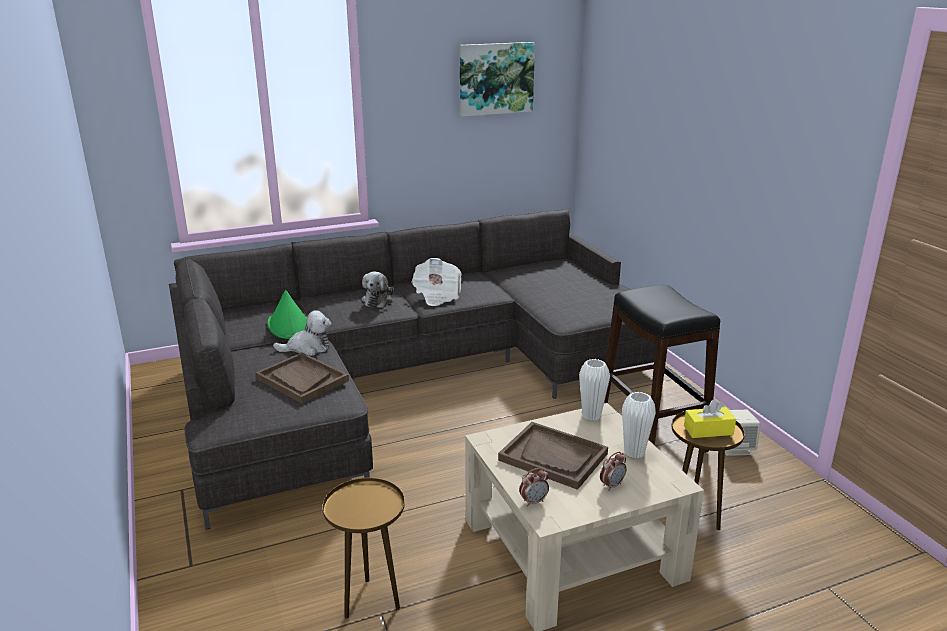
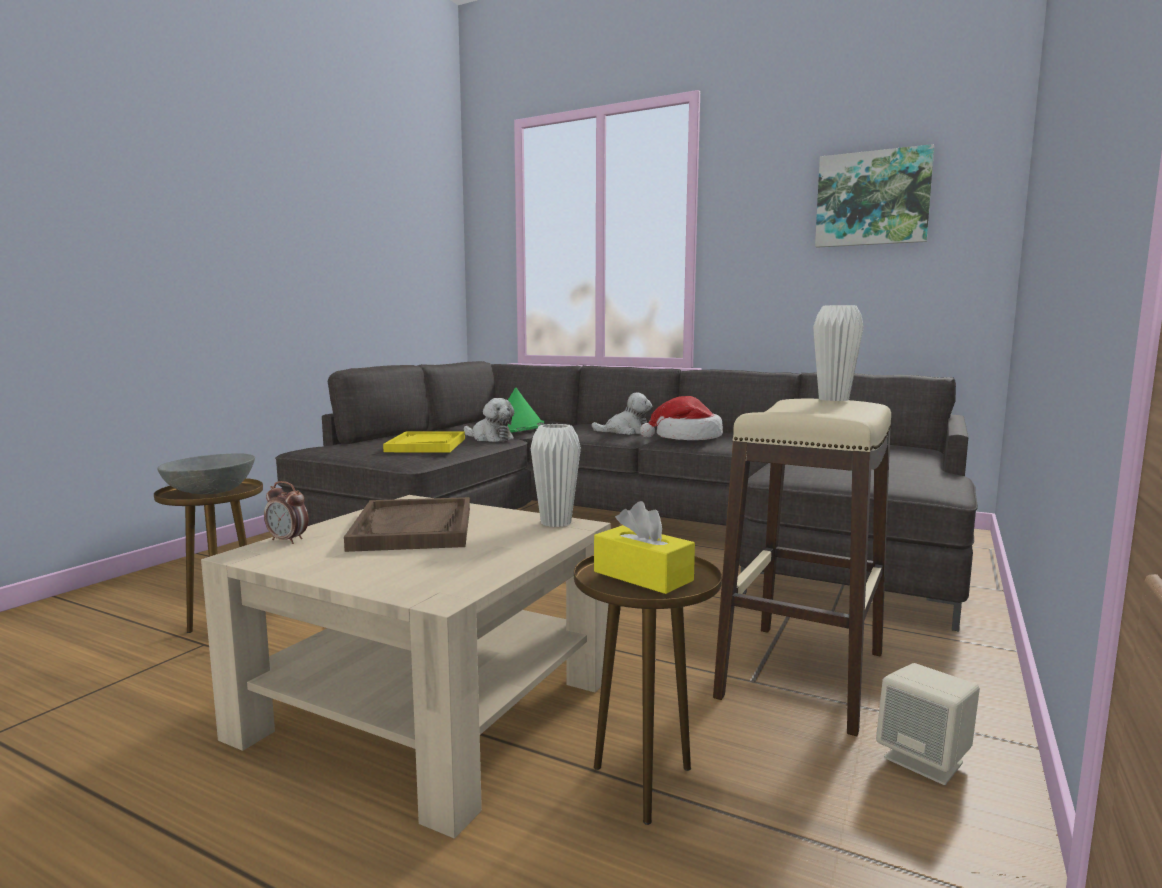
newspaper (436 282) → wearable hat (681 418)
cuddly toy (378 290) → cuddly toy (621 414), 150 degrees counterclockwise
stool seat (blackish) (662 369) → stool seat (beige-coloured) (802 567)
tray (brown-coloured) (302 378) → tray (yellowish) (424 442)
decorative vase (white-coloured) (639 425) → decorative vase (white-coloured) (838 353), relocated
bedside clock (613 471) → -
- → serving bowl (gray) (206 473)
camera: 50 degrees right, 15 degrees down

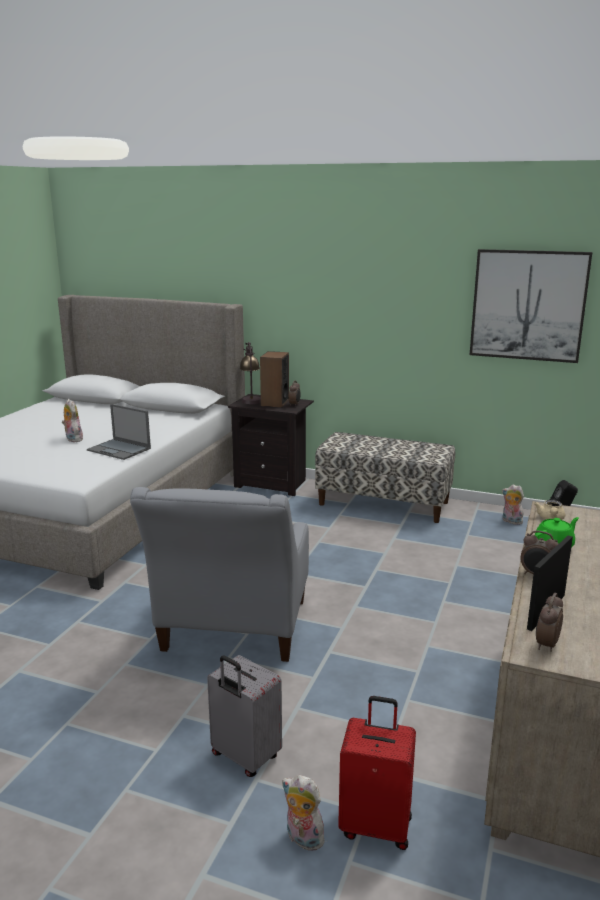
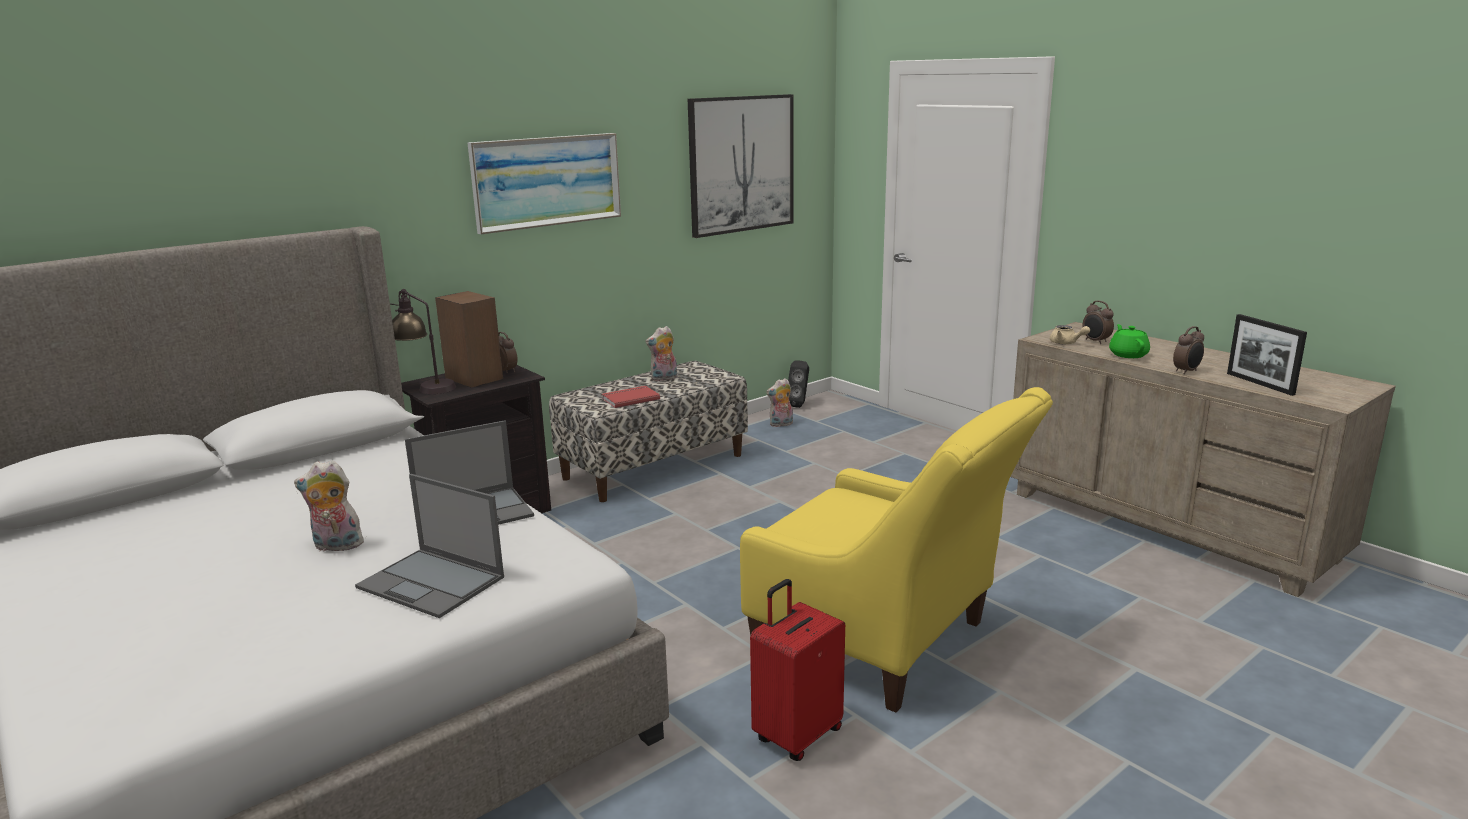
armchair (gray) (219 574) → armchair (yellowish) (896 550)
bedside clock (549 622) → bedside clock (1098 322), relocated
suitcase (gray) (244 716) → -
suitcase (red-coloured) (377 773) → suitcase (red-coloured) (797 670), relocated
cuddly toy (303 813) → cuddly toy (661 353), relocated
- → picture (544 184)
- → book (red-coloured) (631 397)
- → portable computer (429 546)
camera: 60 degrees left, 0 degrees up

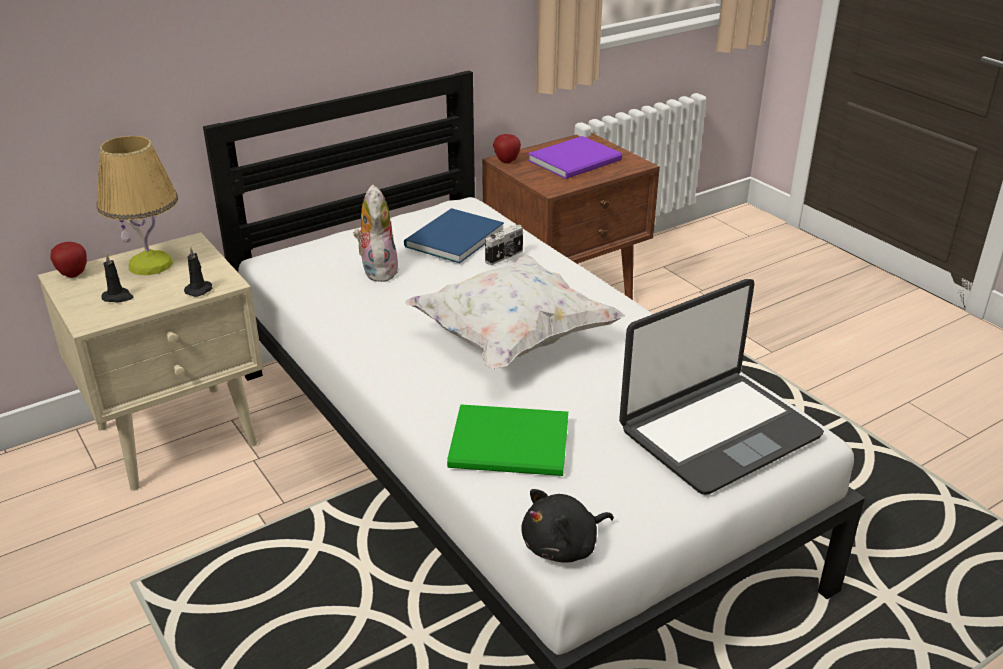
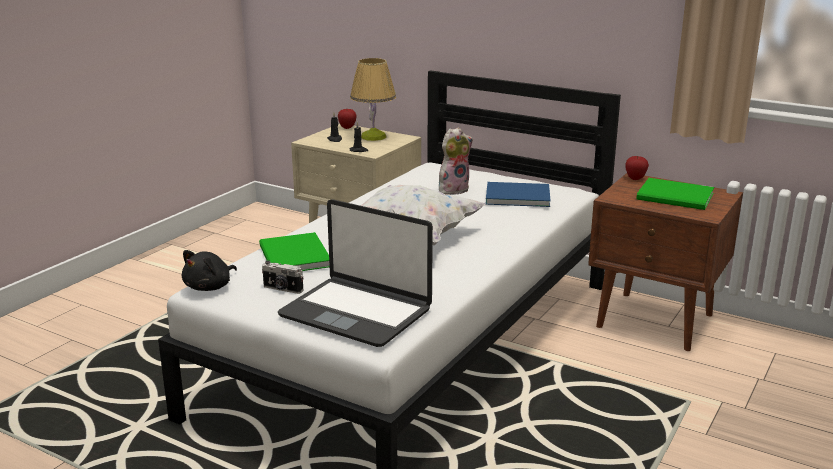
book (purplish) (575 157) → book (green) (675 194)
still camera (504 244) → still camera (282 277), relocated
cuddly toy (blackish) (567 526) → cuddly toy (blackish) (209 270), 90 degrees counterclockwise
camera: 65 degrees right, 10 degrees down

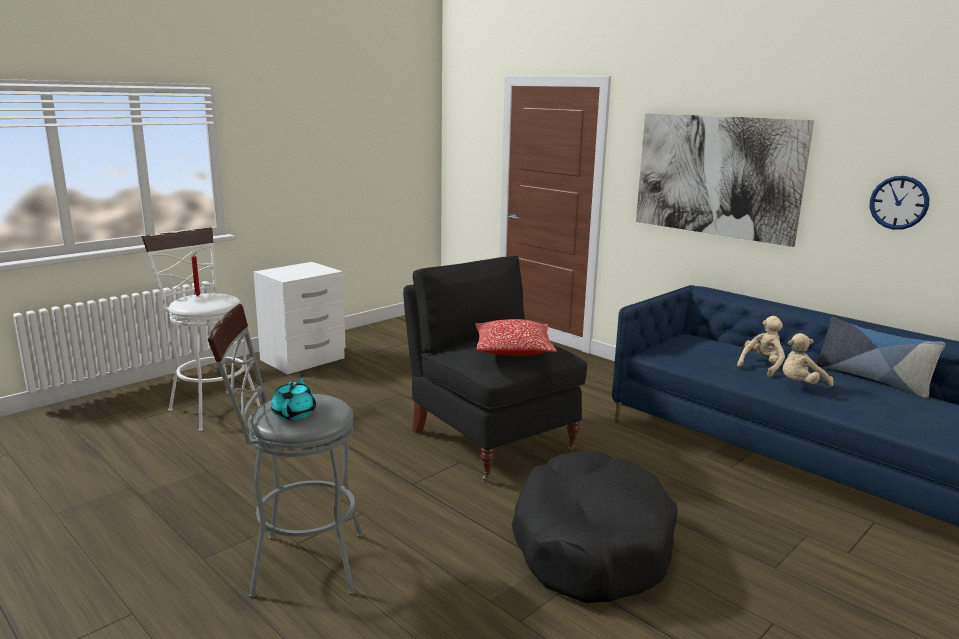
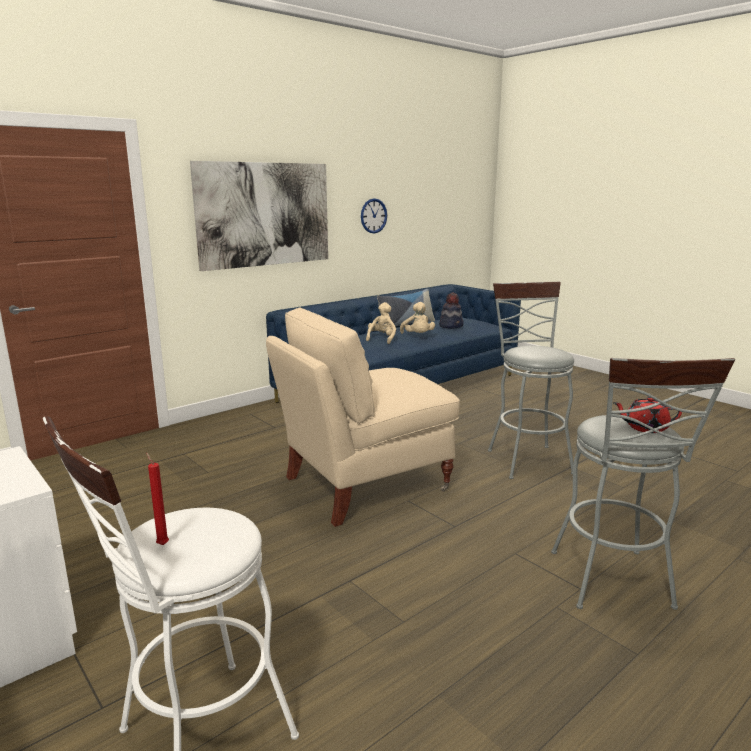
armchair (blackish) (495 368) → armchair (beige-coloured) (363 417)
cuddly toy (beige-coloured) (761 346) → cuddly toy (beige-coloured) (381 323), 60 degrees clockwise
throw pillow (516 337) → -
pot for tea (blue-green) (293 397) → pot for tea (red-coloured) (647 415)
dog bed (blackish) (594 526) → stool seat (gray) (531 380)
- → wearable hat (451 310)
camera: 85 degrees left, 0 degrees up

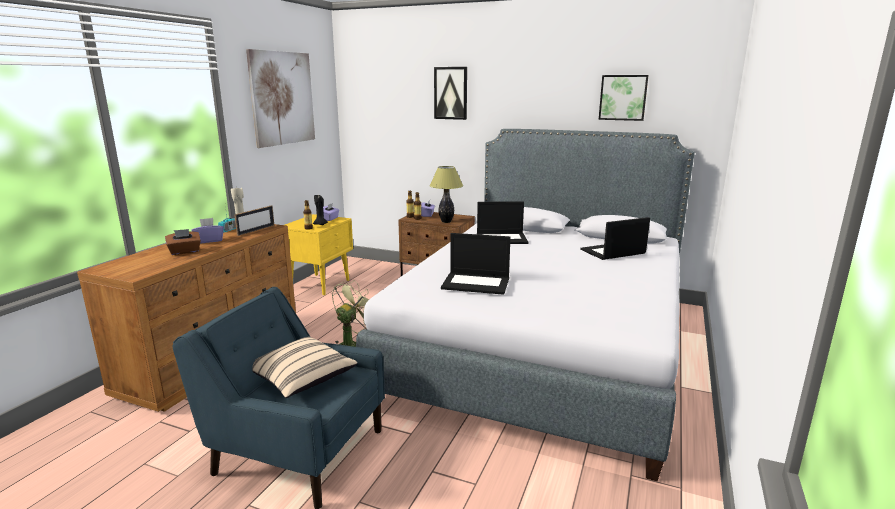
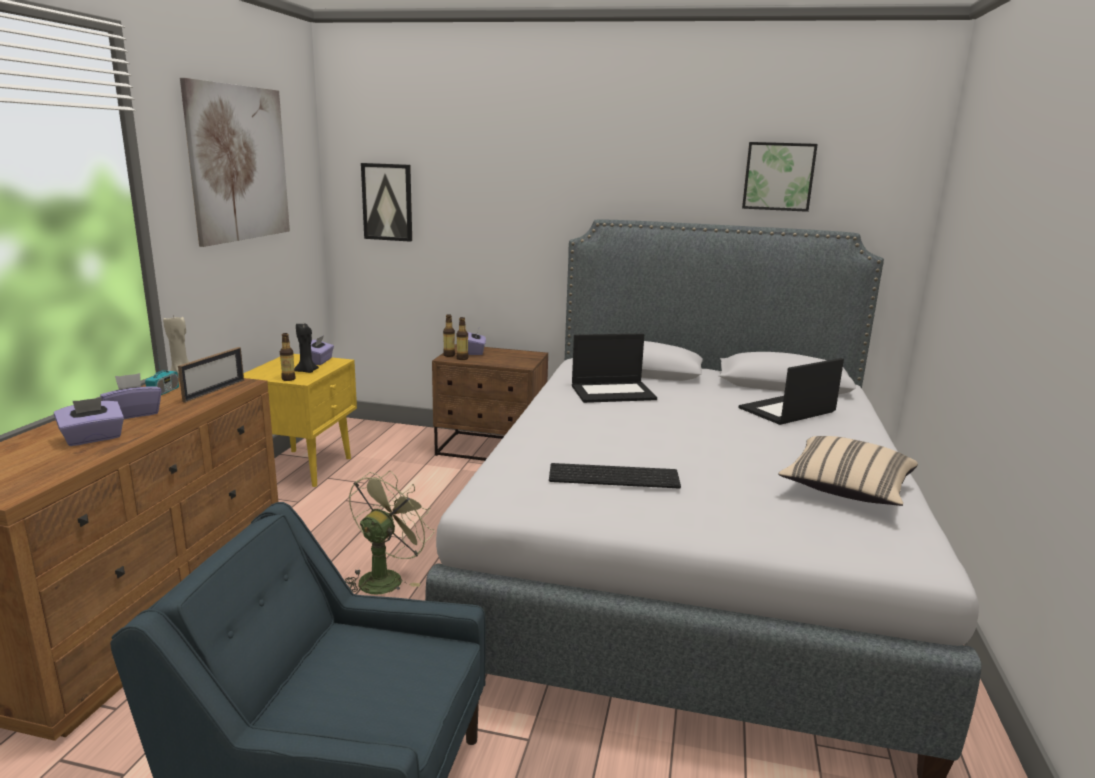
picture (450 93) → picture (386 202), relocated
tabletop lamp (446 194) → -
tissue holder (brown-coloured) (183 242) → tissue holder (purplish) (89 421)
portable computer (475 264) → PC keyboard (615 475)
throw pillow (beige-coloured) (305 367) → throw pillow (beige-coloured) (848 471), relocated
camera: 10 degrees left, 0 degrees up

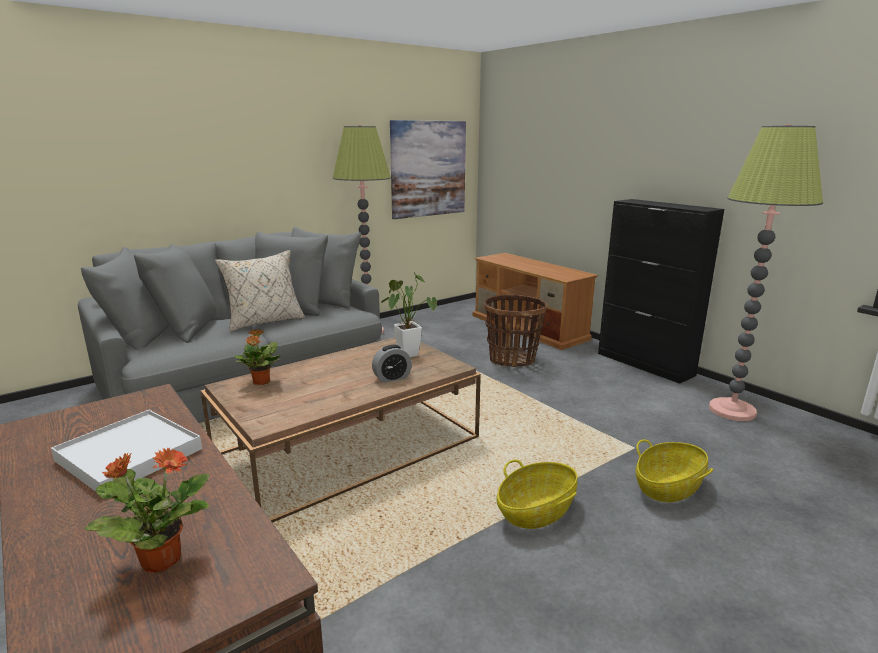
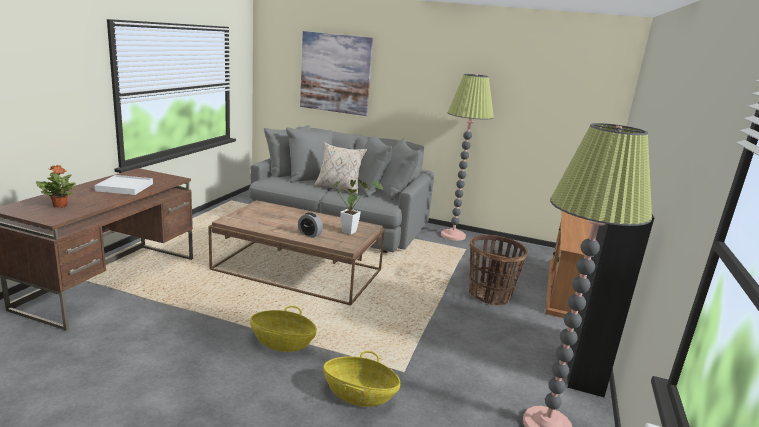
picture (428 169) → picture (336 73), relocated
houseplant (257 357) → -
camera: 55 degrees right, 0 degrees up

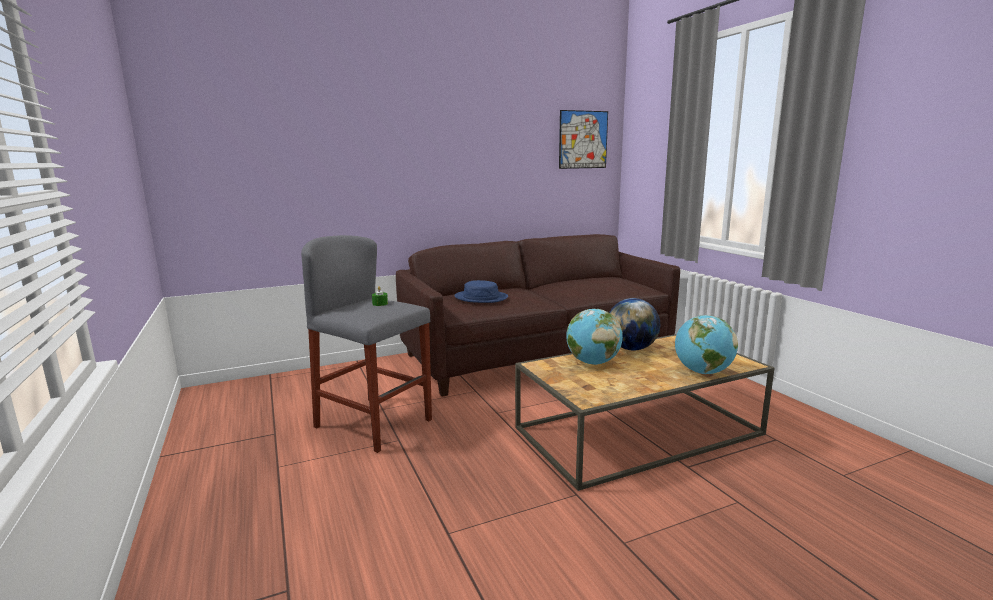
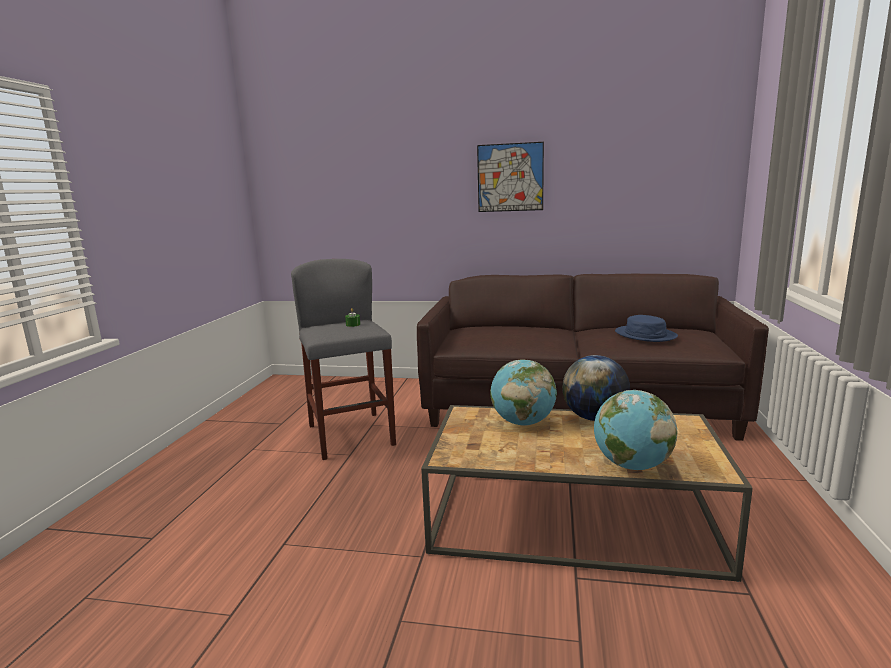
picture (583 139) → picture (510 177), relocated
wearable hat (blue-coloured) (481 291) → wearable hat (blue-coloured) (646 328), relocated
camera: 35 degrees right, 0 degrees up

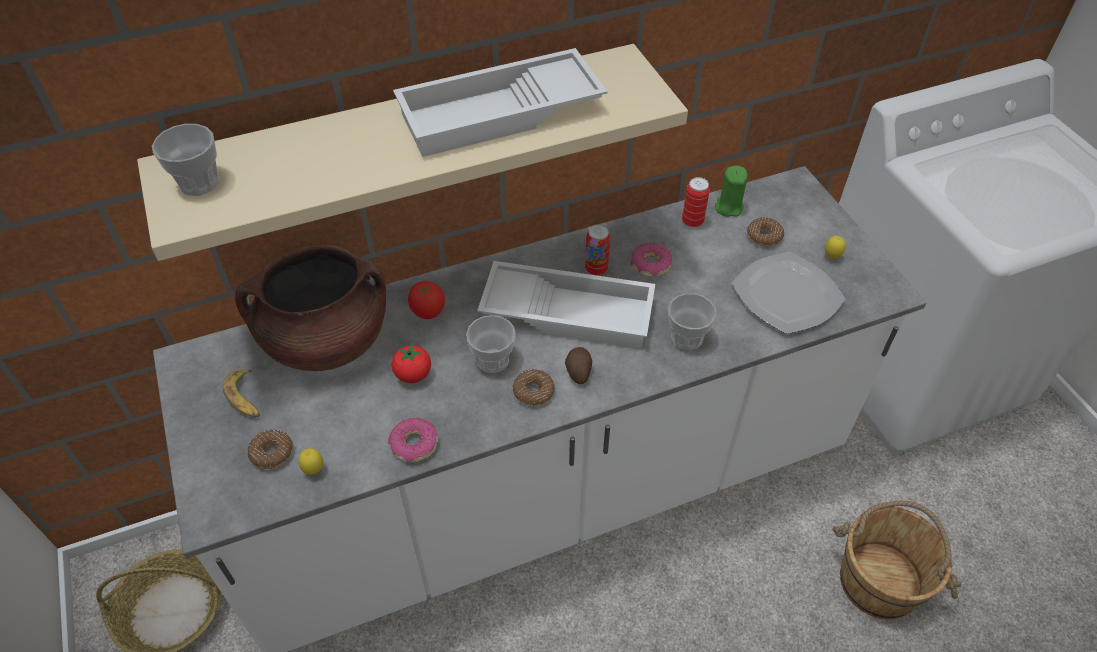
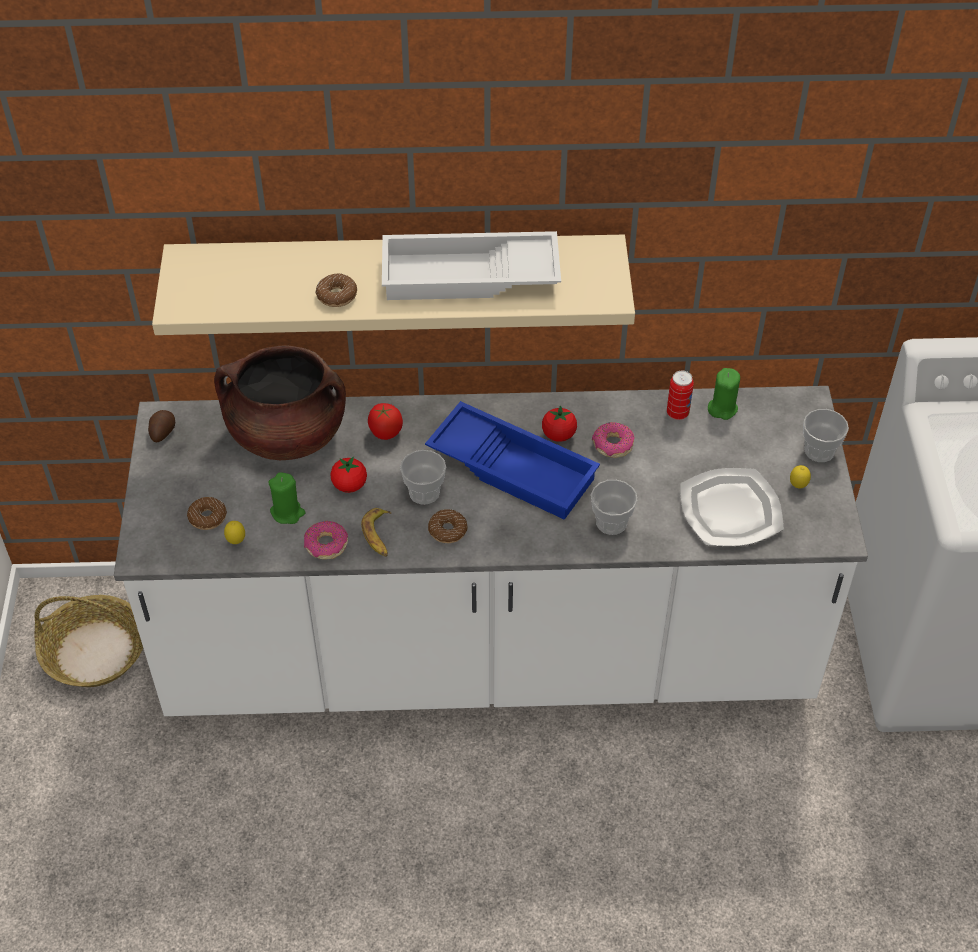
small cup (185 160) → small cup (826 435), relocated
donut (765 232) → donut (336 290), relocated
can (597 250) → fresh tomato (559 423)
tray (white-coloured) (566 304) → tray (blue-coloured) (512 460)
whole potato (578 365) → whole potato (161 426), relocated
banana fruit (240 393) → banana fruit (376 532), relocated
bucket (brown-coloured) (896 560) → -
- → candle (green) (286 498)
camera: 20 degrees right, 0 degrees up

